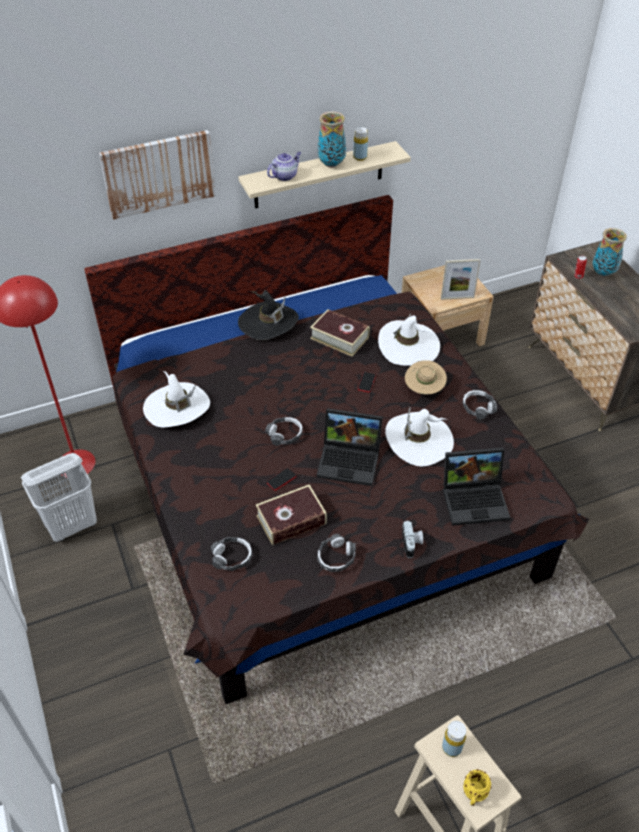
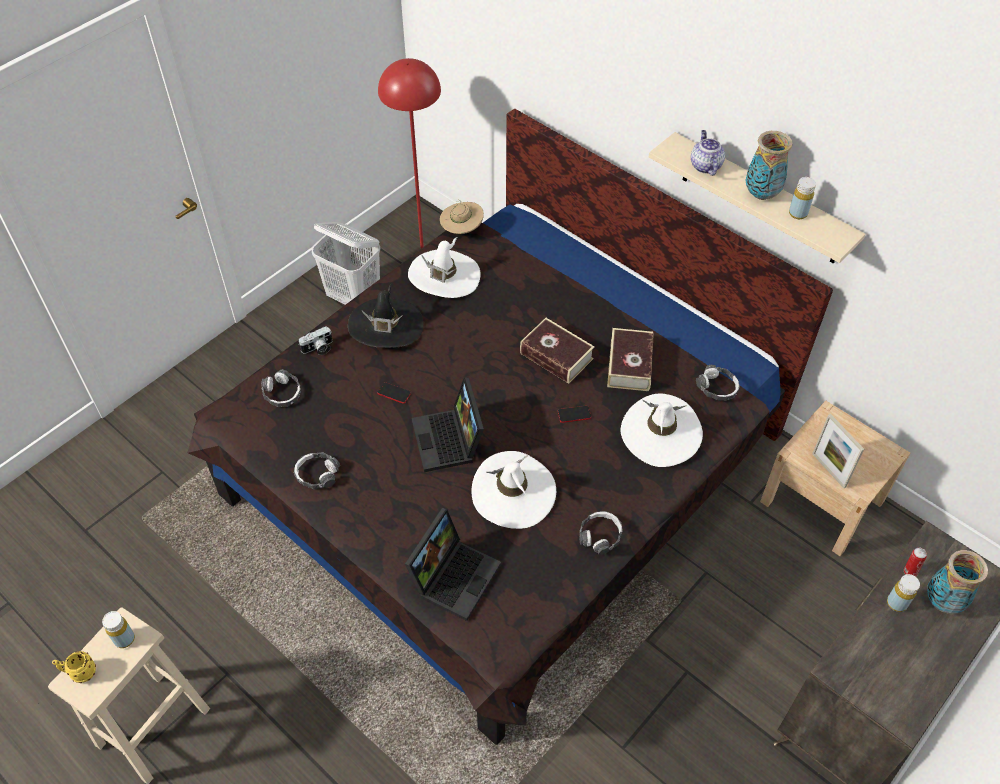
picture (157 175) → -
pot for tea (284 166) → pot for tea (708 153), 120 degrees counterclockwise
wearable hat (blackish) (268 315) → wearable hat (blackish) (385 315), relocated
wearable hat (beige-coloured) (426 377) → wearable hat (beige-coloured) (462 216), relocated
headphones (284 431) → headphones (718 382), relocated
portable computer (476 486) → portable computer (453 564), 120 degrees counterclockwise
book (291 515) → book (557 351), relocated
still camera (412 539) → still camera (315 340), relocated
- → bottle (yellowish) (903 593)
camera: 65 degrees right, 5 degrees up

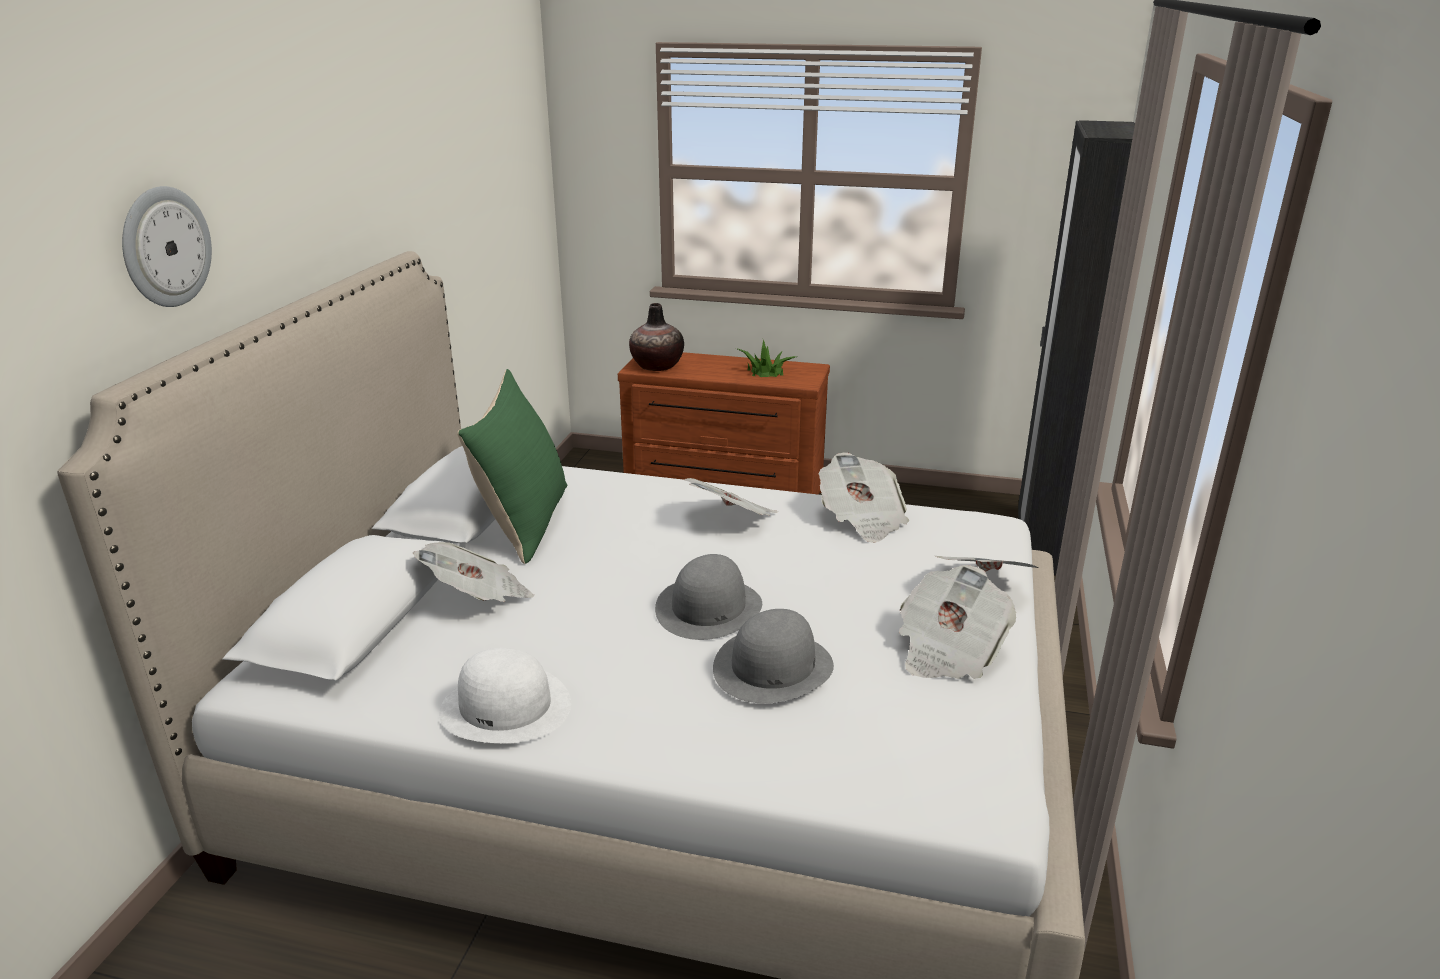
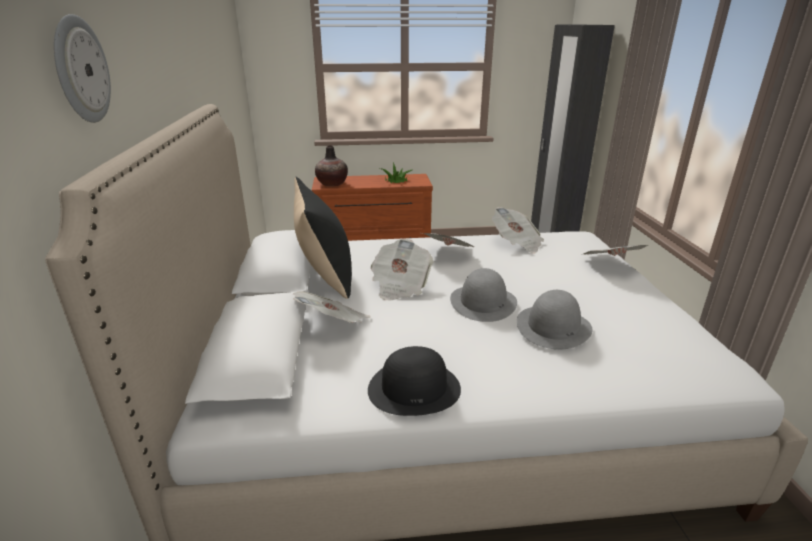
throw pillow (green) (512 466) → throw pillow (blackish) (323 238)
newspaper (957 622) → newspaper (401 269), relocated
wearable hat (white-coloured) (505 695) → wearable hat (blackish) (414 381)
camera: 20 degrees left, 0 degrees up

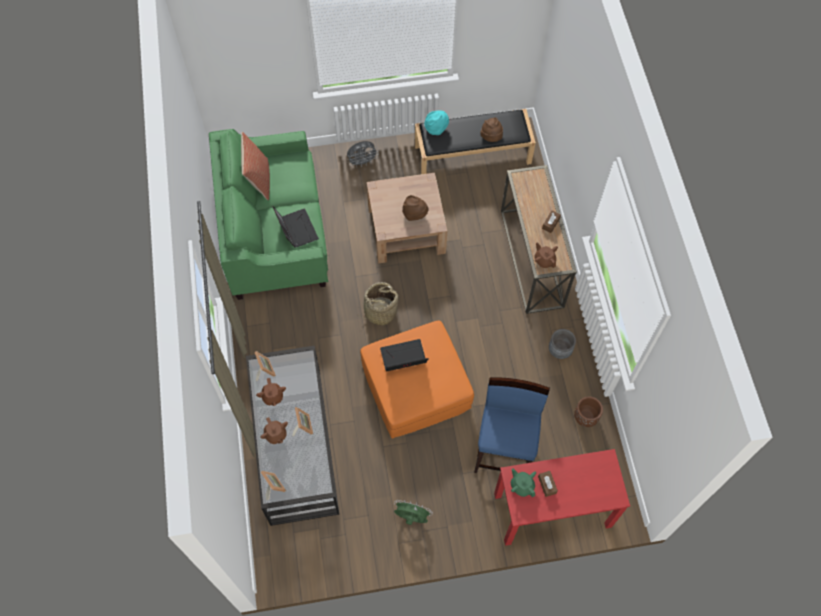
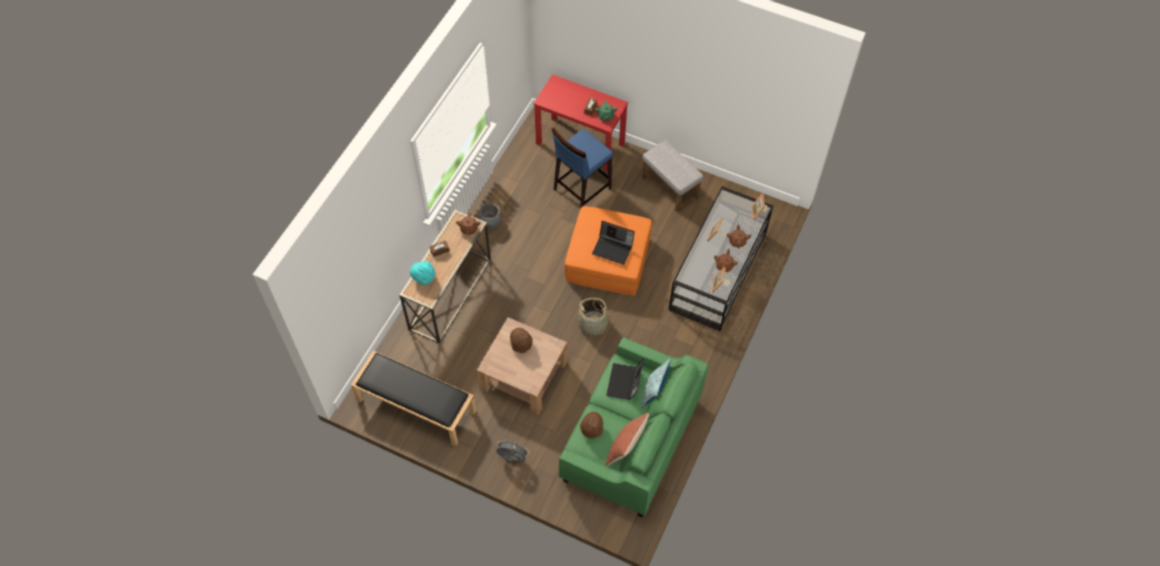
wearable hat (blue-green) (436 122) → wearable hat (blue-green) (422 273), relocated
wearable hat (brown-coloured) (491 129) → wearable hat (brown-coloured) (591 425), relocated
flower pot (brown-coloured) (588 412) → -
cooling fan (green) (413 512) → ottoman (gray) (672 176)
- → throw pillow (656 383)
camera: 145 degrees left, 5 degrees down

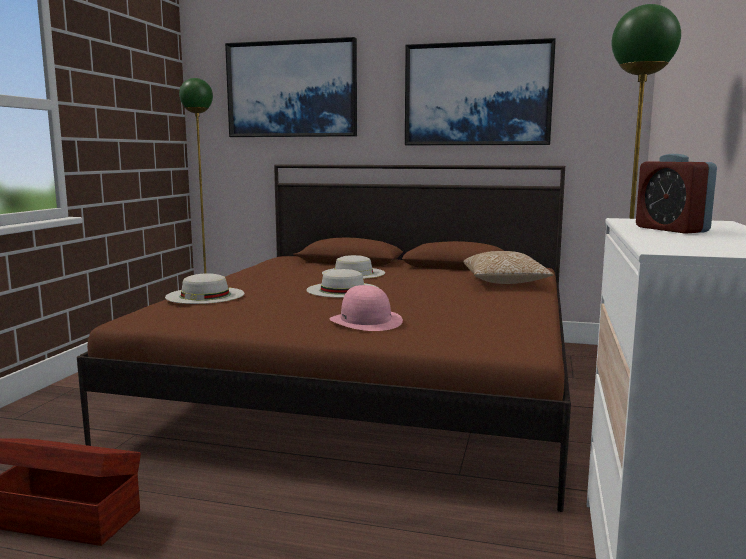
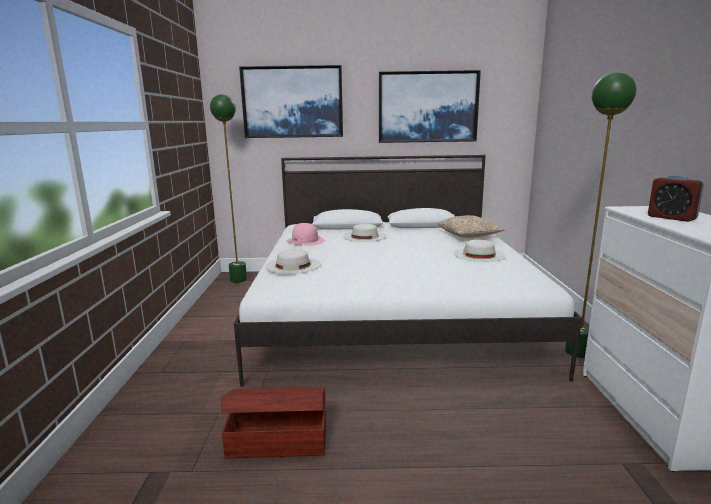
sleeping bed (brown-coloured) (324 338) → sleeping bed (white-coloured) (408 271)
wearable hat (white-coloured) (342 283) → wearable hat (white-coloured) (479 250), relocated
wearable hat (pink-coloured) (366 308) → wearable hat (pink-coloured) (305 234), relocated
camera: 15 degrees left, 5 degrees up

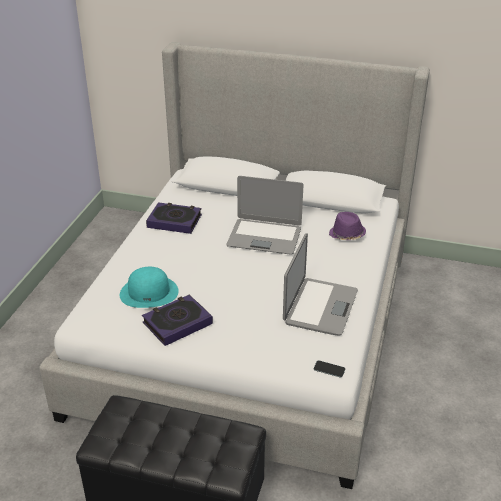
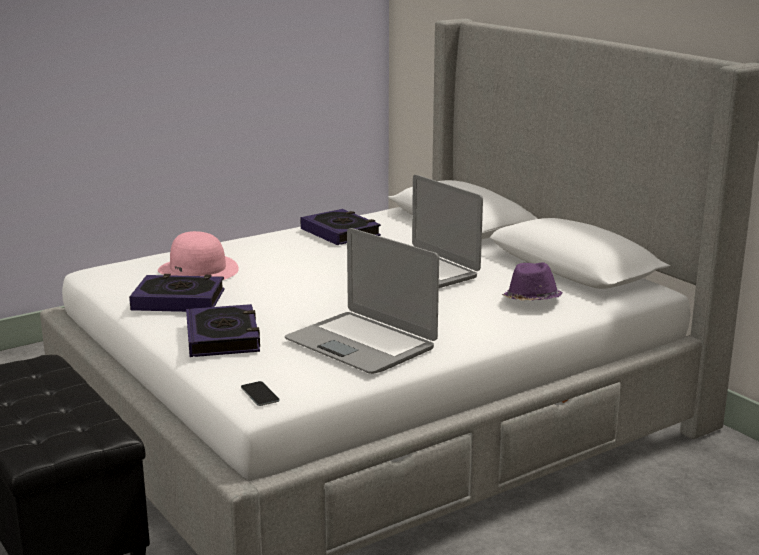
portable computer (320 284) → portable computer (362 301), 75 degrees clockwise
wearable hat (blue-green) (149 287) → wearable hat (pink-coloured) (198 255)
- → book (223 330)
camera: 40 degrees right, 15 degrees down

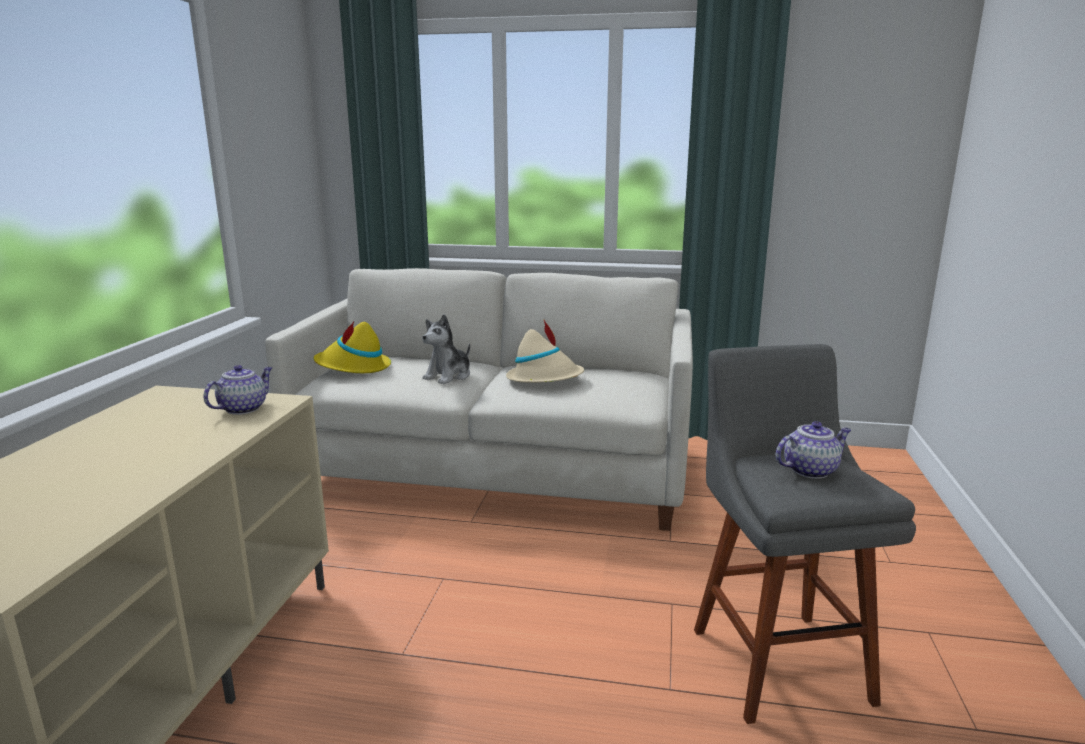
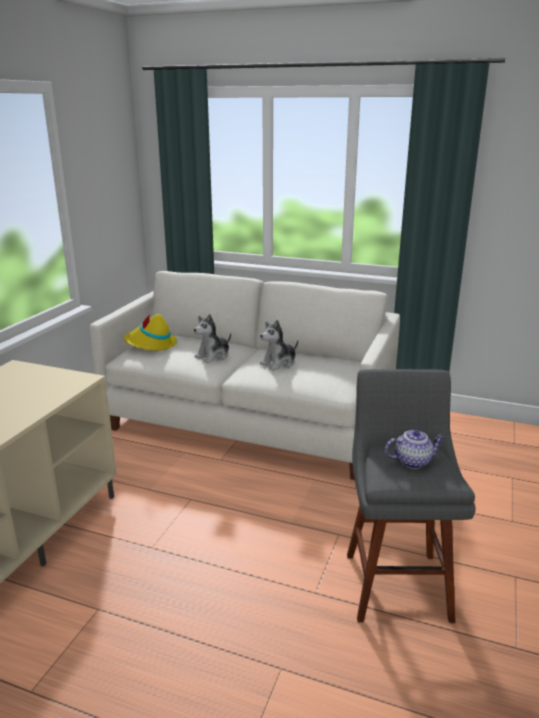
wearable hat (beige-coloured) (545 351) → cuddly toy (279 345)
pot for tea (238 390) → -
camera: 10 degrees right, 5 degrees up

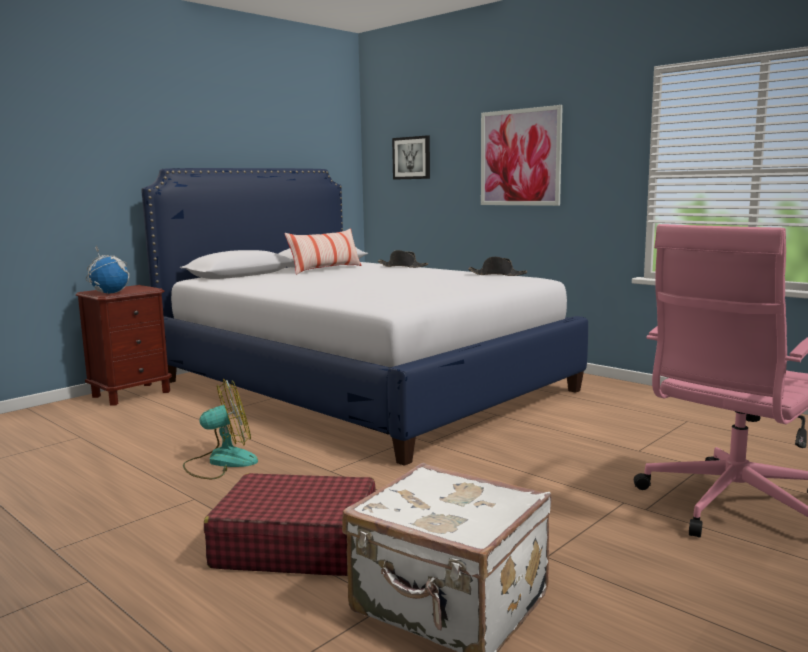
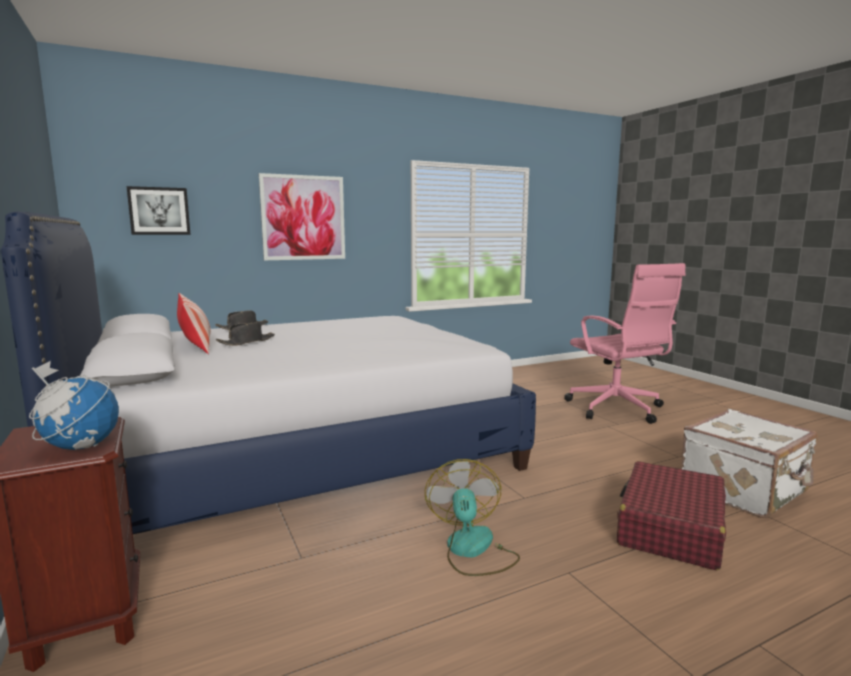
wearable hat (blackish) (497 266) → wearable hat (blackish) (245 334), relocated
camera: 70 degrees left, 0 degrees up

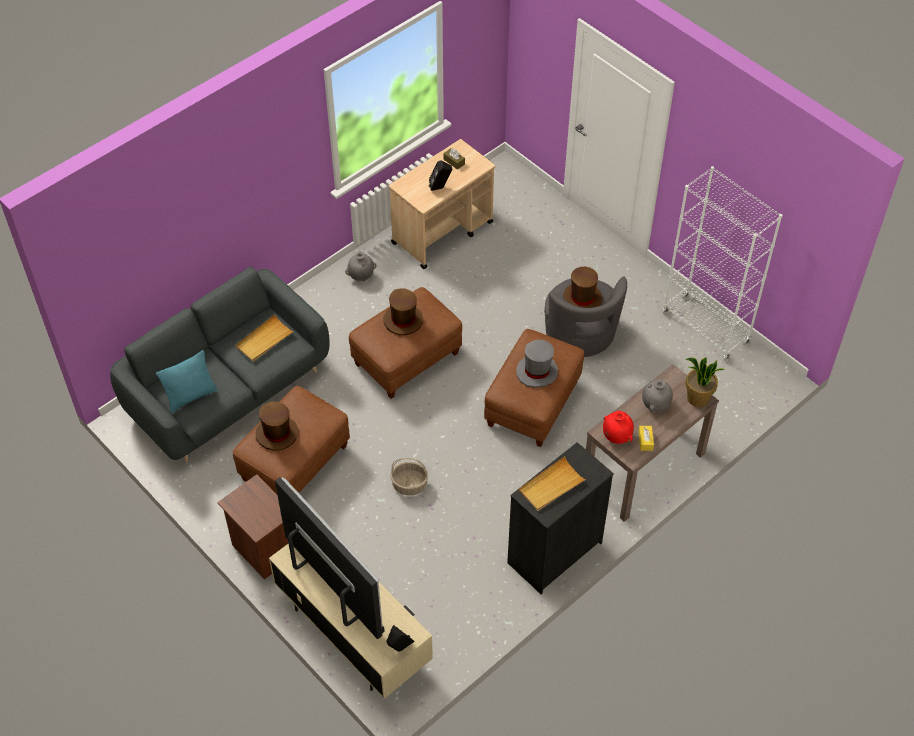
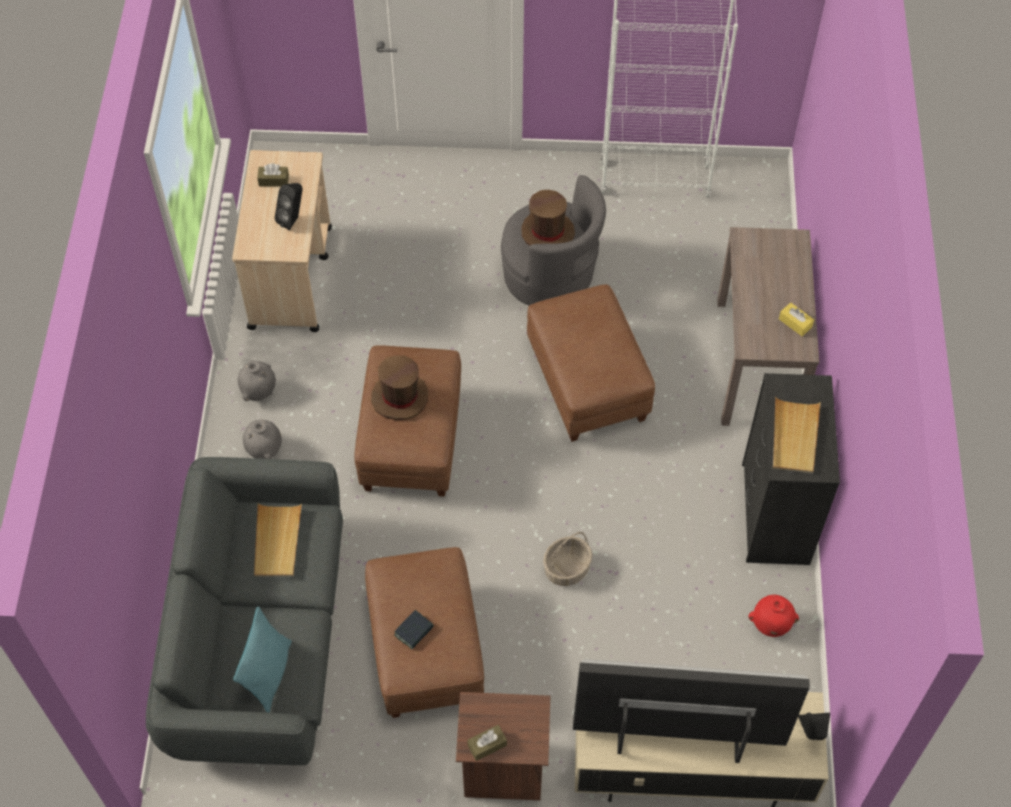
wearable hat (gray) (537 364) → -
houseplant (705 382) → -
decorative vase (gray) (657 395) → decorative vase (gray) (262 439), relocated
wearable hat (brown-coloured) (277 426) → book (414 629)
decorative vase (red-coloured) (618 427) → decorative vase (red-coloured) (774 616), relocated
- → tissue holder (brown-coloured) (487 743)
camera: 45 degrees left, 5 degrees up

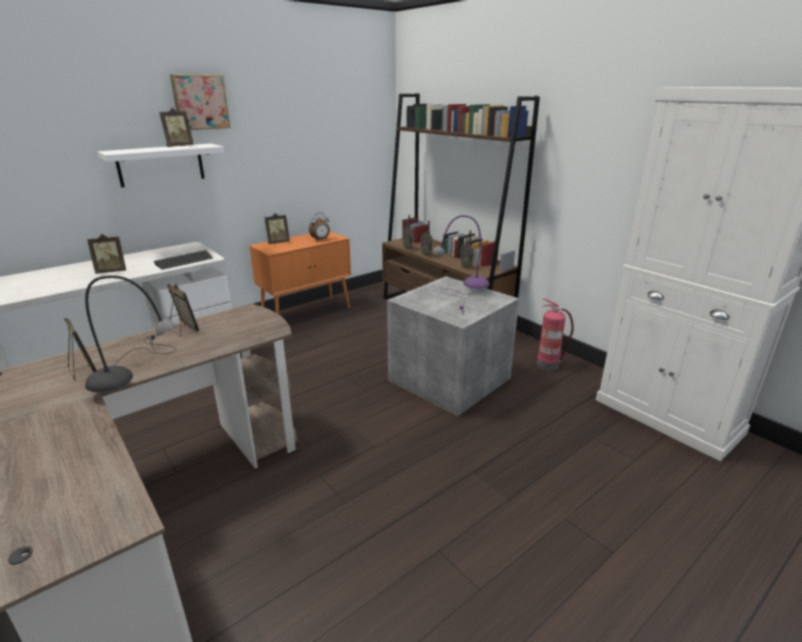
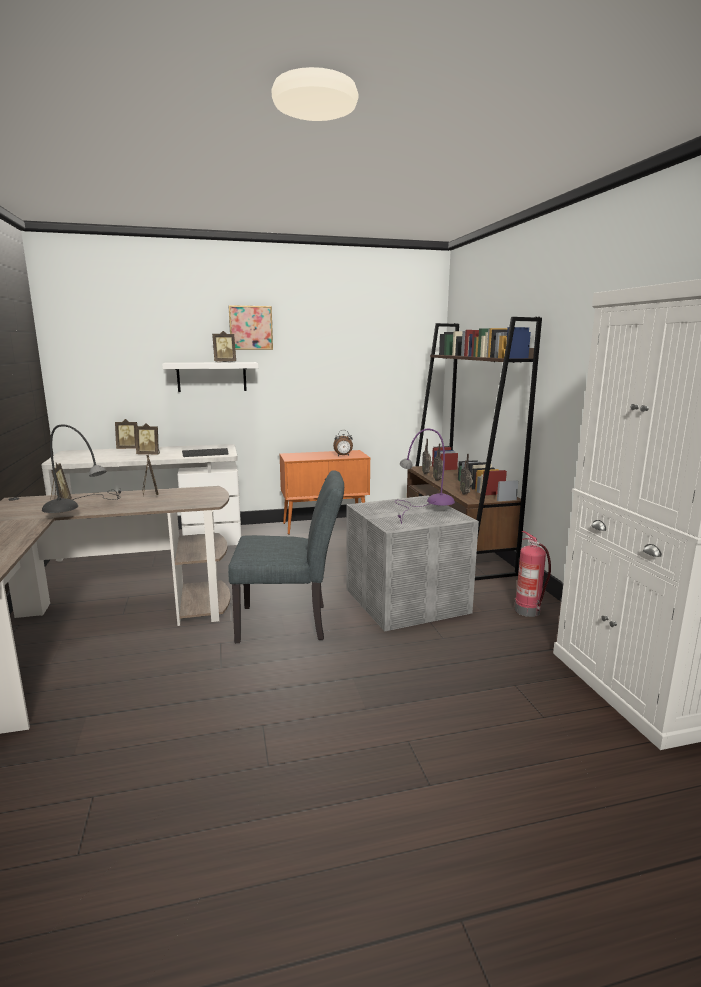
picture frame (277 228) → picture frame (126 434), relocated
- → chair (gray) (286 556)
camera: 25 degrees right, 10 degrees down

